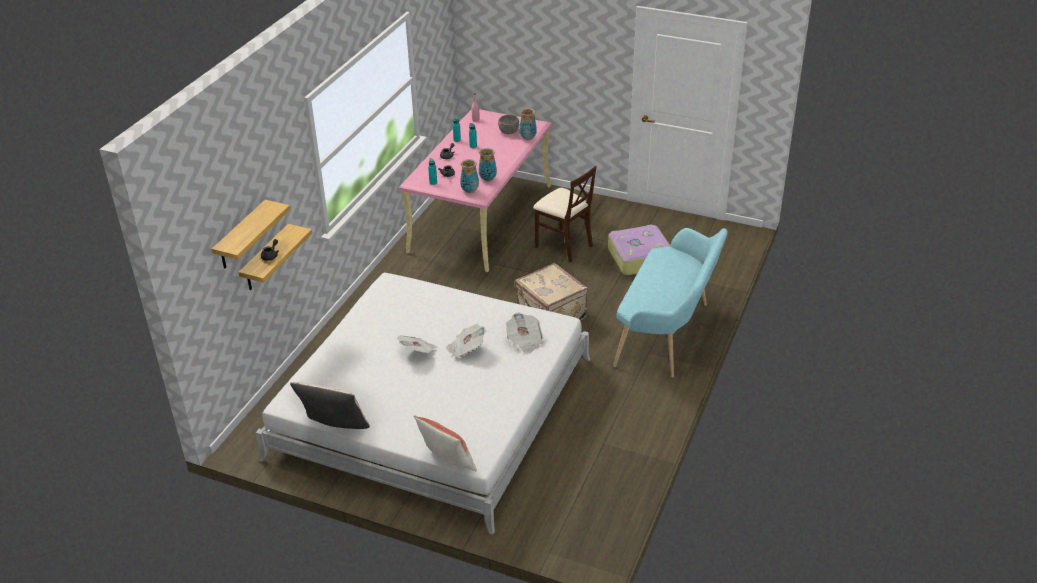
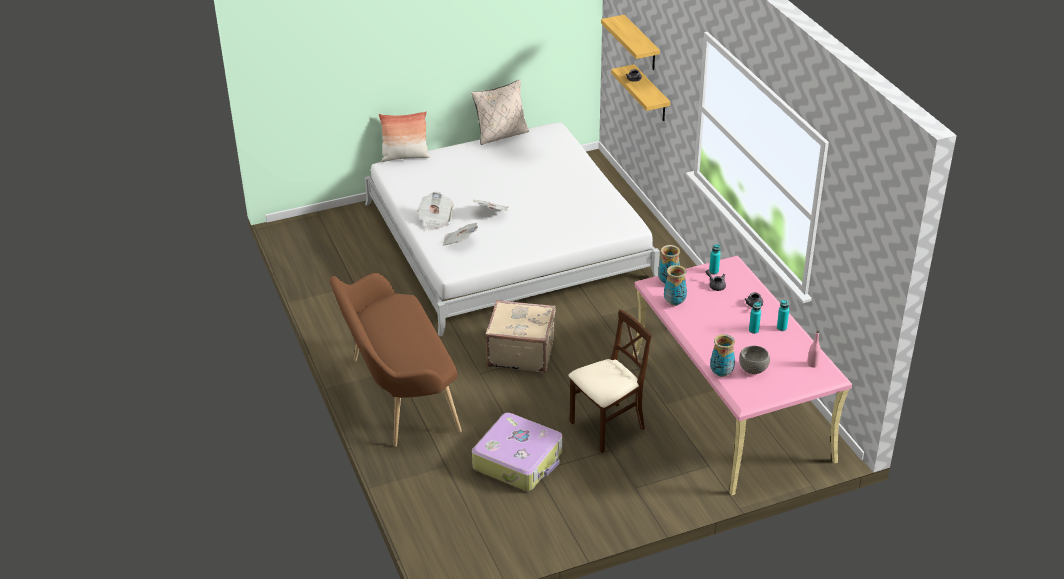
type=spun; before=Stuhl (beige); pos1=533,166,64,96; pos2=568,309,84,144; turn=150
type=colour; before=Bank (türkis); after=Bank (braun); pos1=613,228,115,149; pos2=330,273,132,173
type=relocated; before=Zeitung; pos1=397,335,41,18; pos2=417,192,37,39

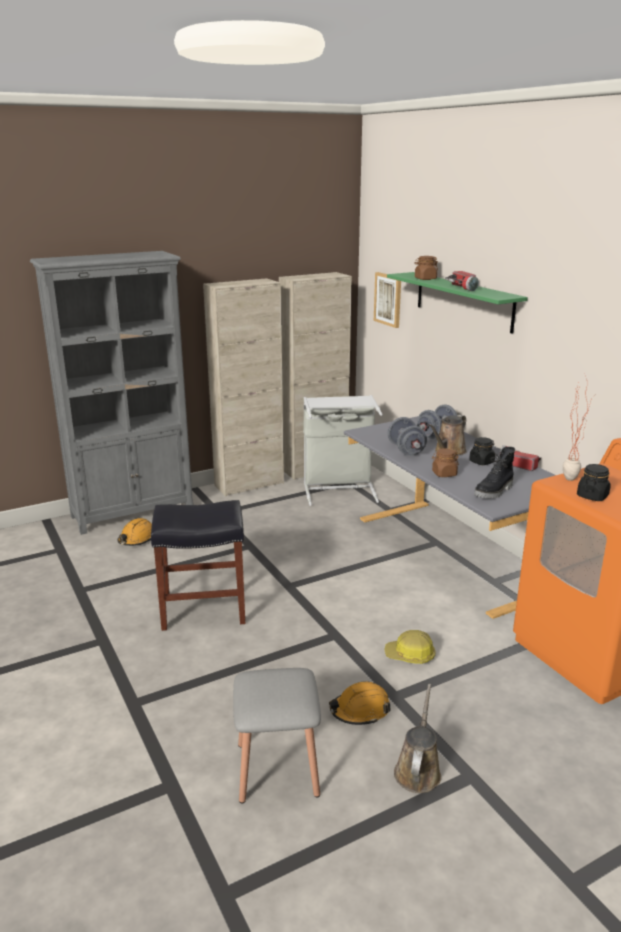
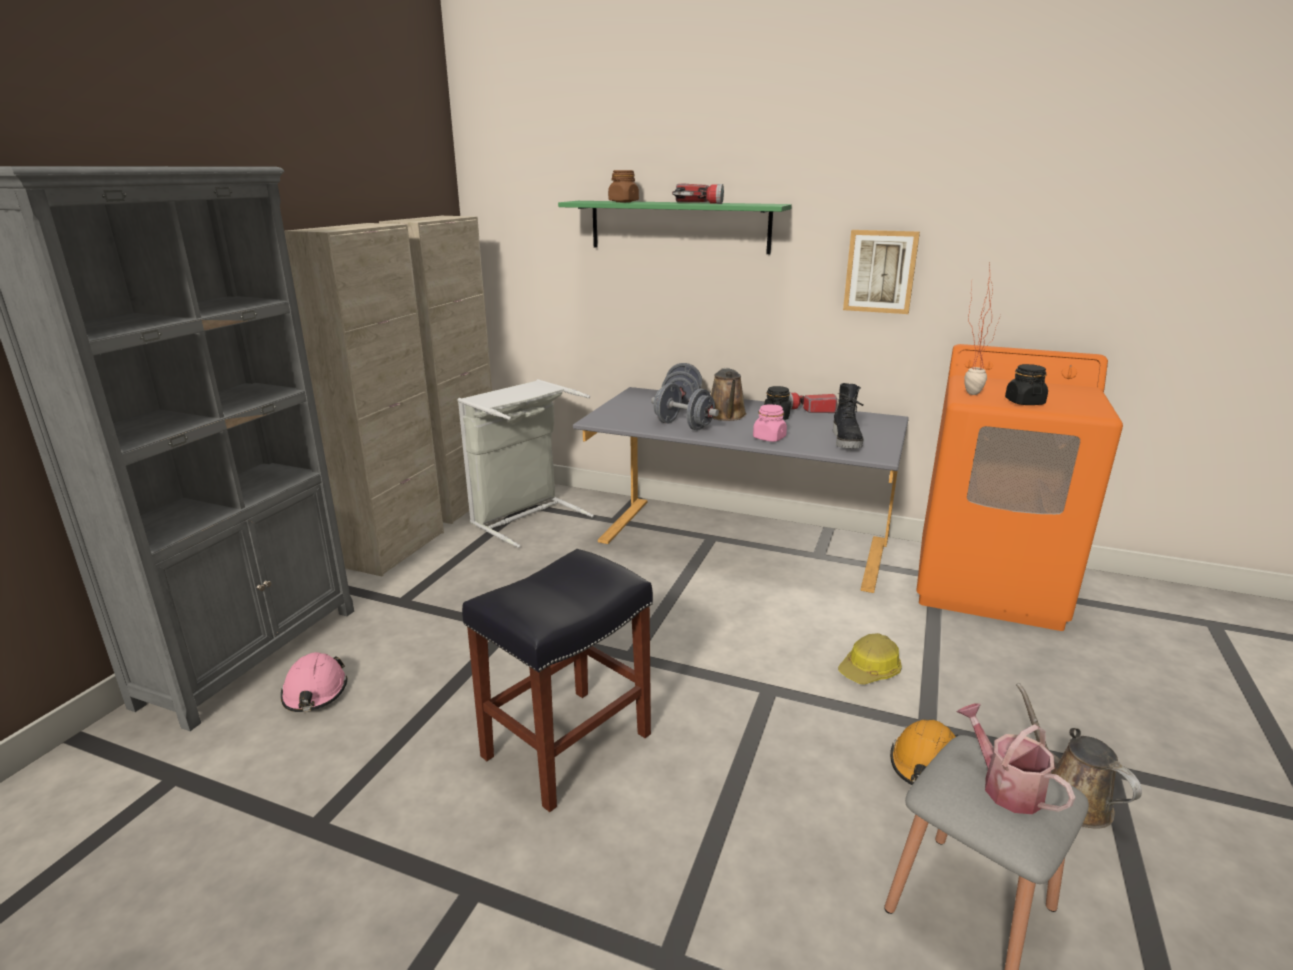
type=relocated; before=Bild; pos1=374,272,27,56; pos2=843,230,77,84
type=colour; before=Vorratsglas (braun); after=Vorratsglas (rosa); pos1=432,448,27,29; pos2=753,404,34,38
type=colour; before=Schutzhelm (orange); after=Schutzhelm (rosa); pos1=117,518,35,28; pos2=281,652,66,60
type=appeared; after=Gießkanne; pos2=957,703,118,111

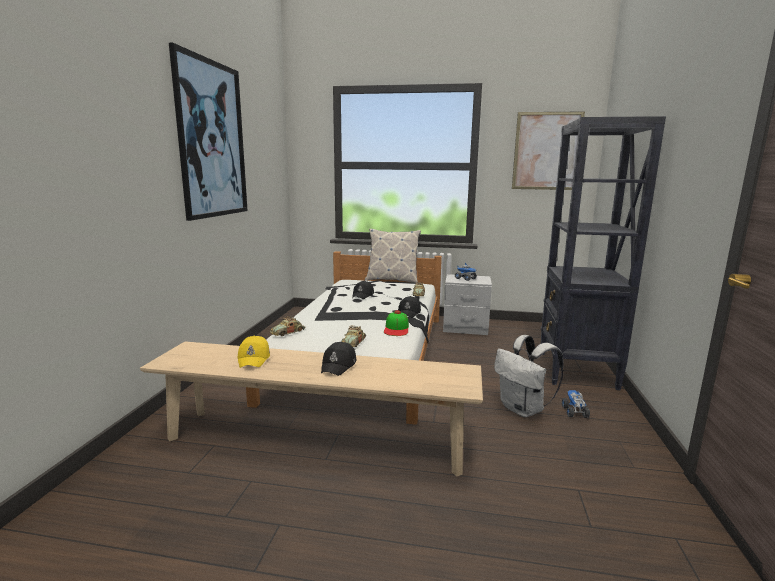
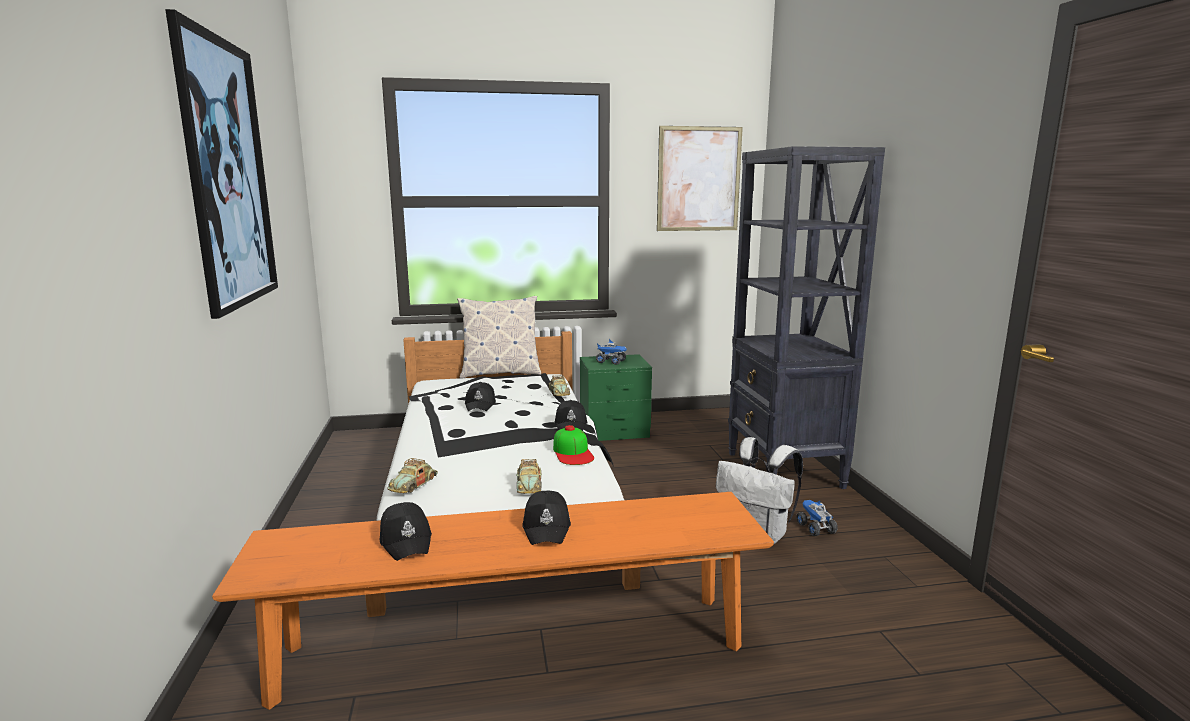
type=colour; before=Nachttisch (grau); after=Nachttisch (grün); pos1=443,274,49,61; pos2=580,354,72,87
type=colour; before=Kappe (gelb); after=Kappe (schwarz); pos1=237,335,33,33; pos2=380,502,52,59
type=colour; before=Bank (beige); after=Bank (orange); pos1=140,341,343,136; pos2=212,492,562,218

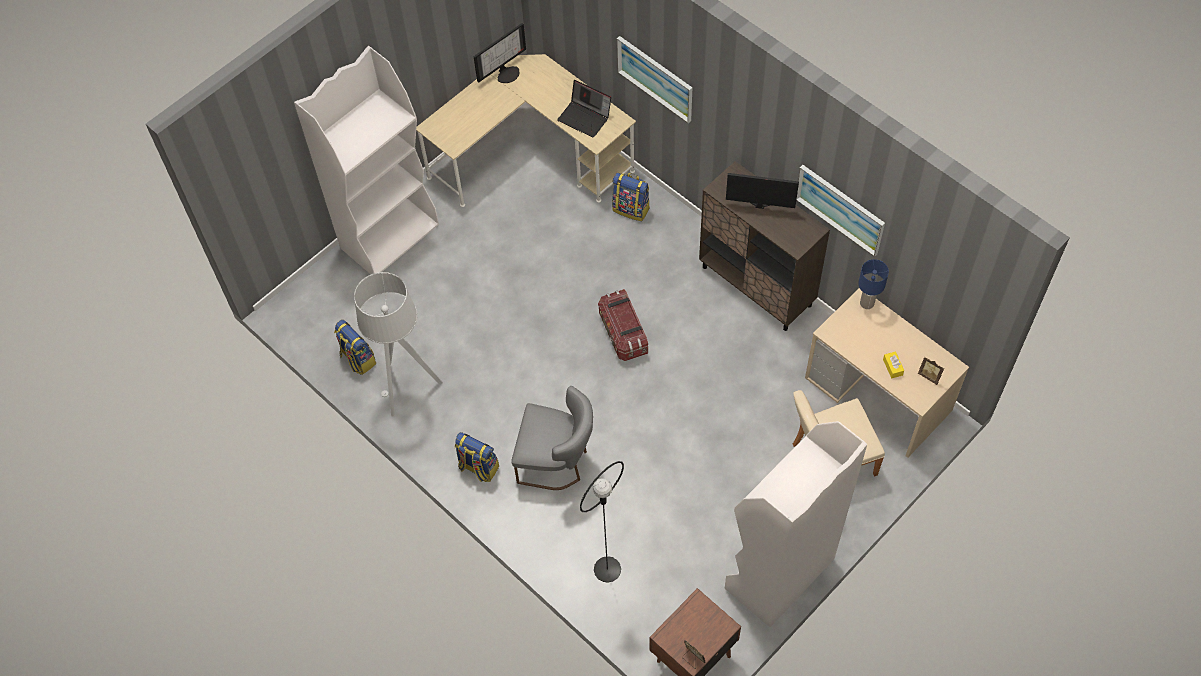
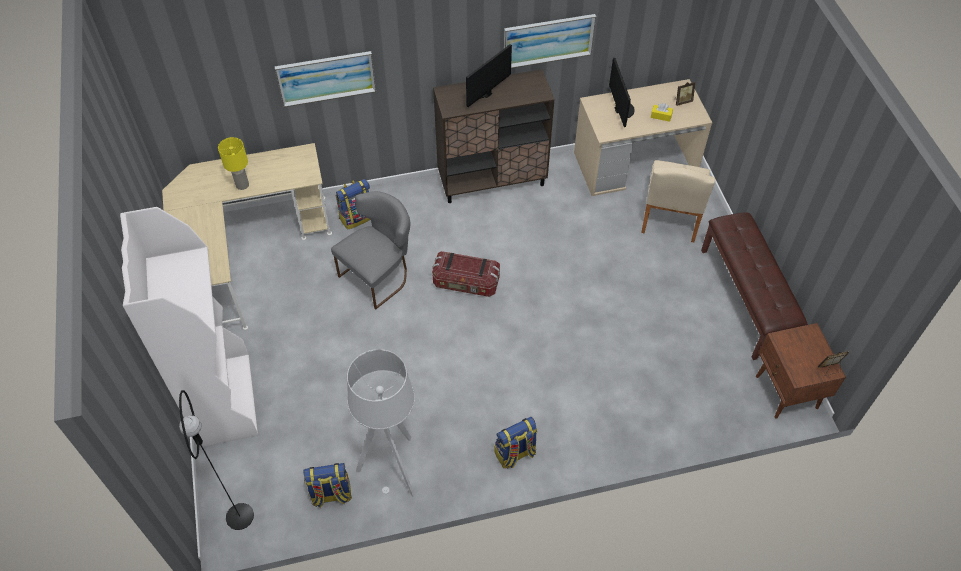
type=relocated; before=Monitor; pos1=474,23,52,60; pos2=609,58,26,69
type=missing; before=Laptop; pos1=557,80,54,57
type=missing; before=Tischlampe (blau); pos1=858,259,31,50
type=relocated; before=Stuhl (grau); pos1=511,386,82,104; pos2=331,191,80,118
type=exchanged; before=Bücherregal (weiß); after=Bank (braun); pos1=725,421,142,206; pos2=701,212,107,148
type=relocated; before=Stehlampe (schwarz); pos1=580,461,44,122; pos2=179,390,75,140
type=appeared; after=Tischlampe (gelb); pos2=218,137,31,53

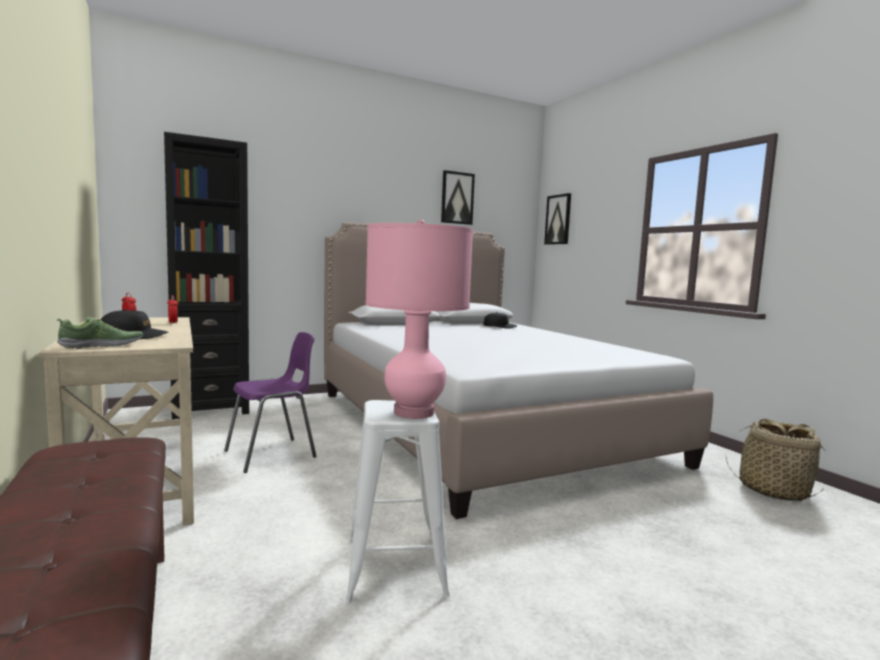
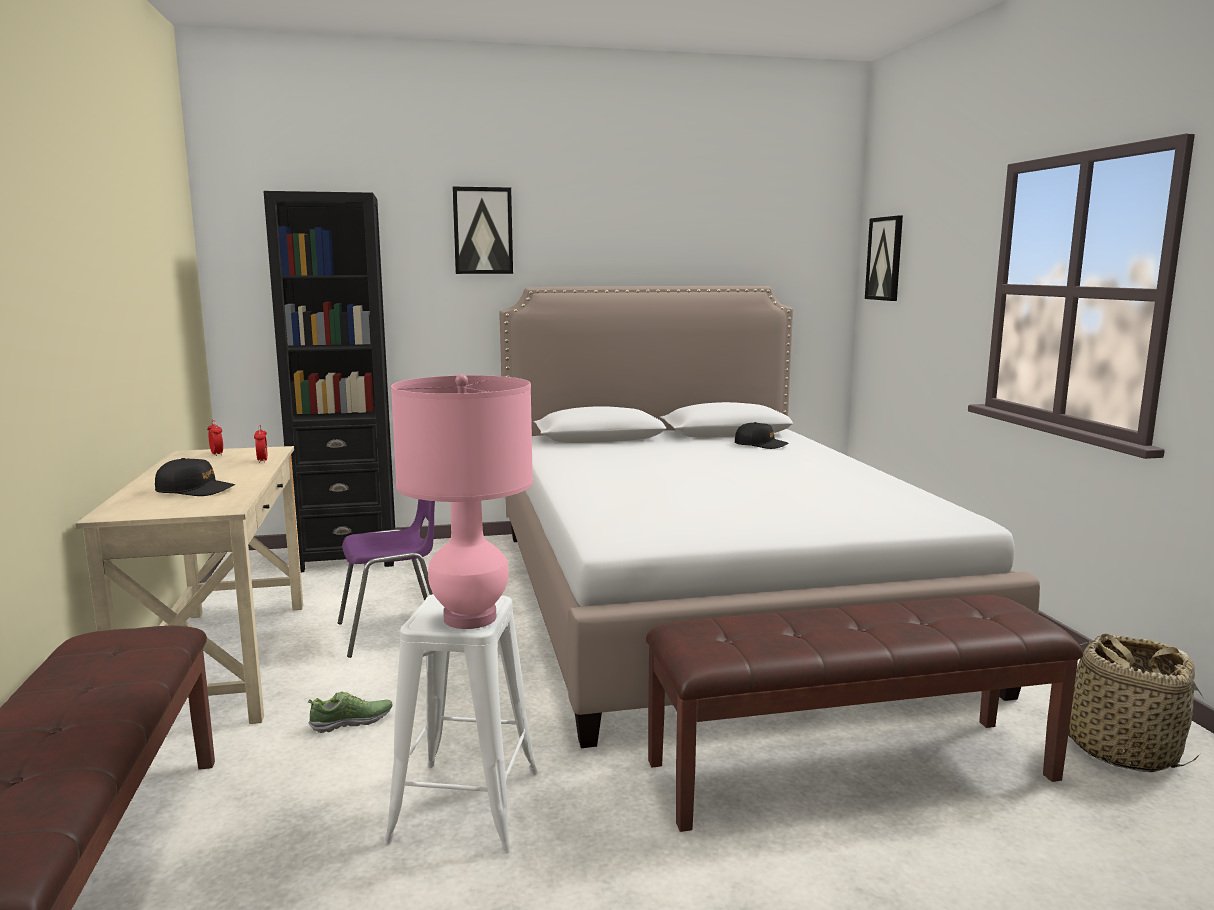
type=relocated; before=Bild; pos1=441,170,34,55; pos2=453,187,60,87
type=relocated; before=Schuh; pos1=57,317,86,32; pos2=308,692,85,41
type=appeared; after=Bank (braun); pos2=646,595,437,237

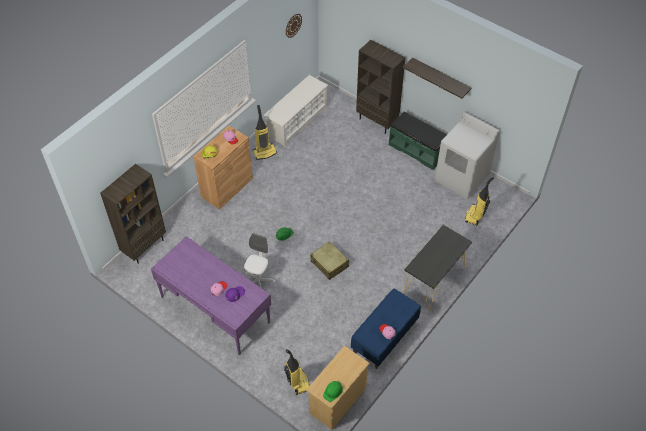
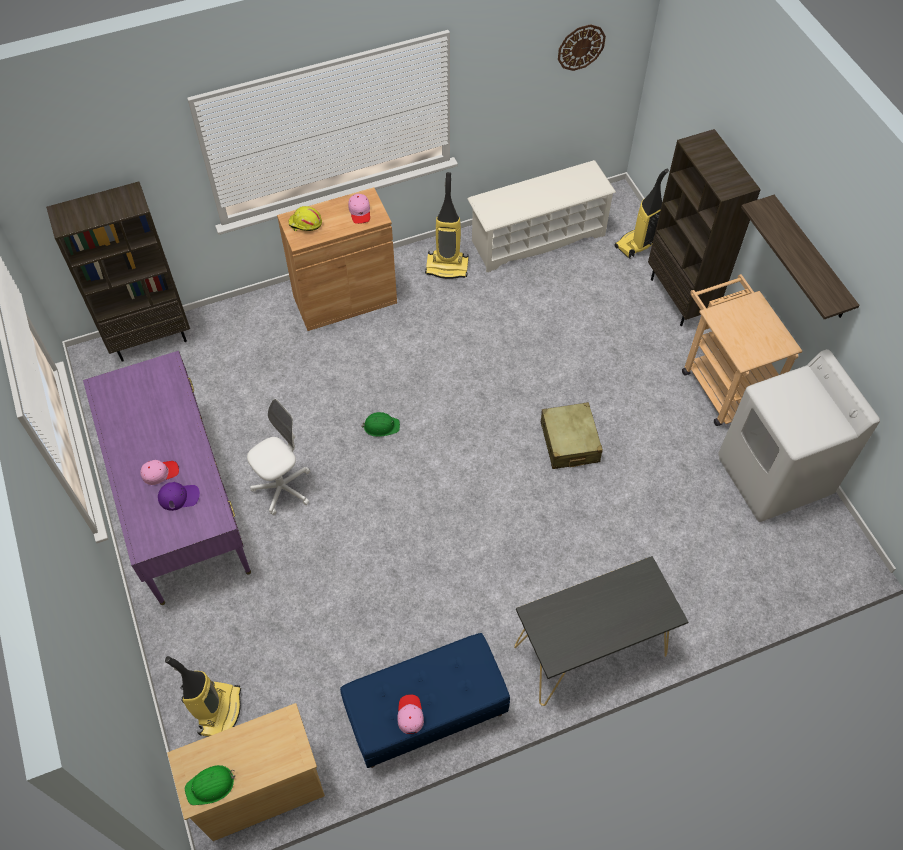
type=exchanged; before=Bank (grün); after=Rollwagen (beige); pos1=389,111,58,59; pos2=682,274,121,152
type=relocated; before=Staubsauger; pos1=465,177,29,48; pos2=615,169,54,90
type=relocated; before=Koffer (beige); pos1=310,241,39,39; pos2=541,402,62,67

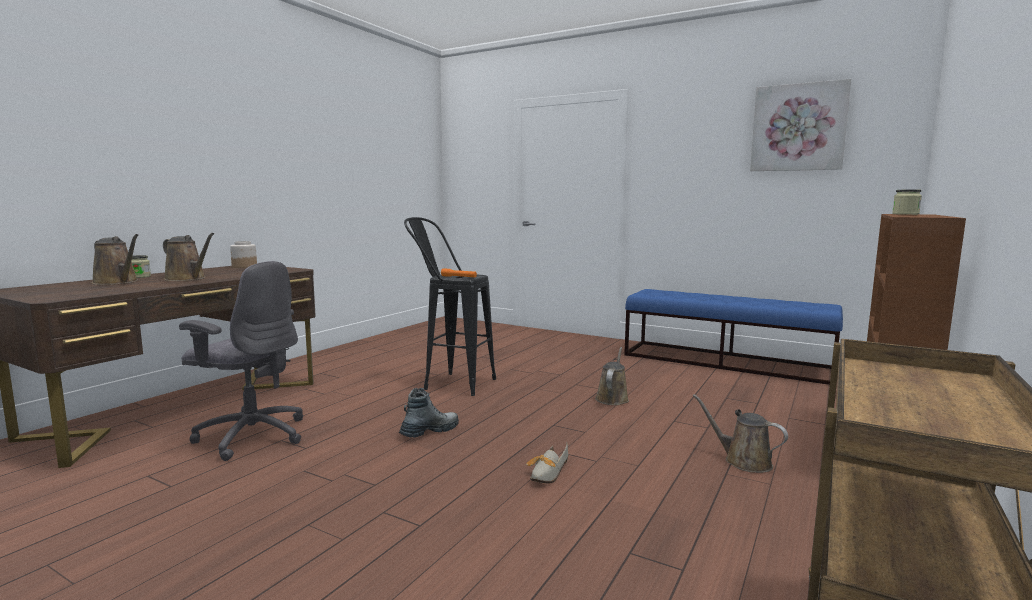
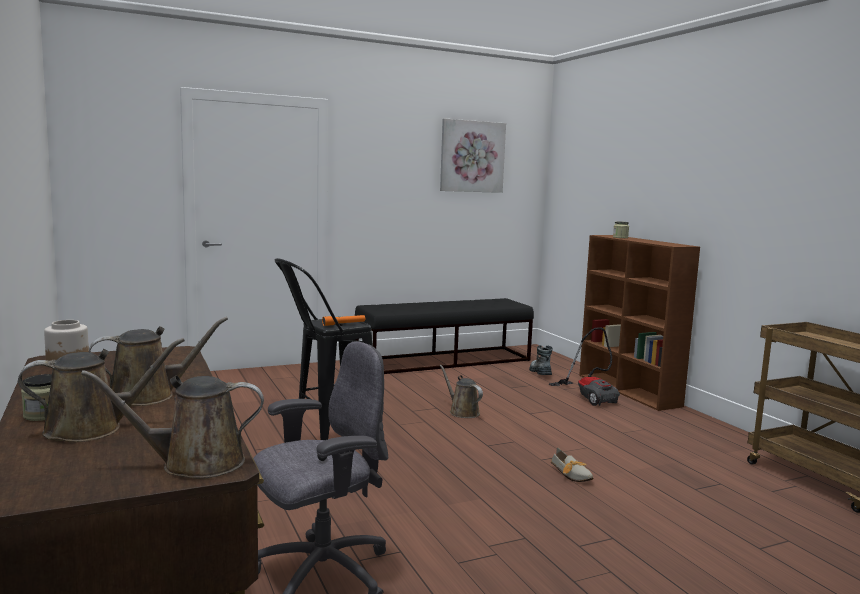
type=colour; before=Bank (blau); after=Bank (schwarz); pos1=624,289,219,96; pos2=355,298,179,76
type=relocated; before=Stiefel; pos1=399,388,60,50; pos2=529,345,24,30
type=relocated; before=Gießkanne (braun); pos1=693,394,95,79; pos2=81,370,183,109
type=appeared; after=Staubsauger; pos2=548,327,72,79

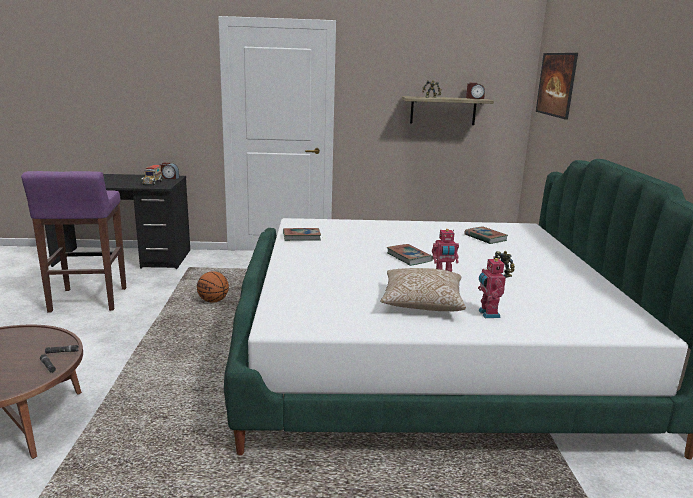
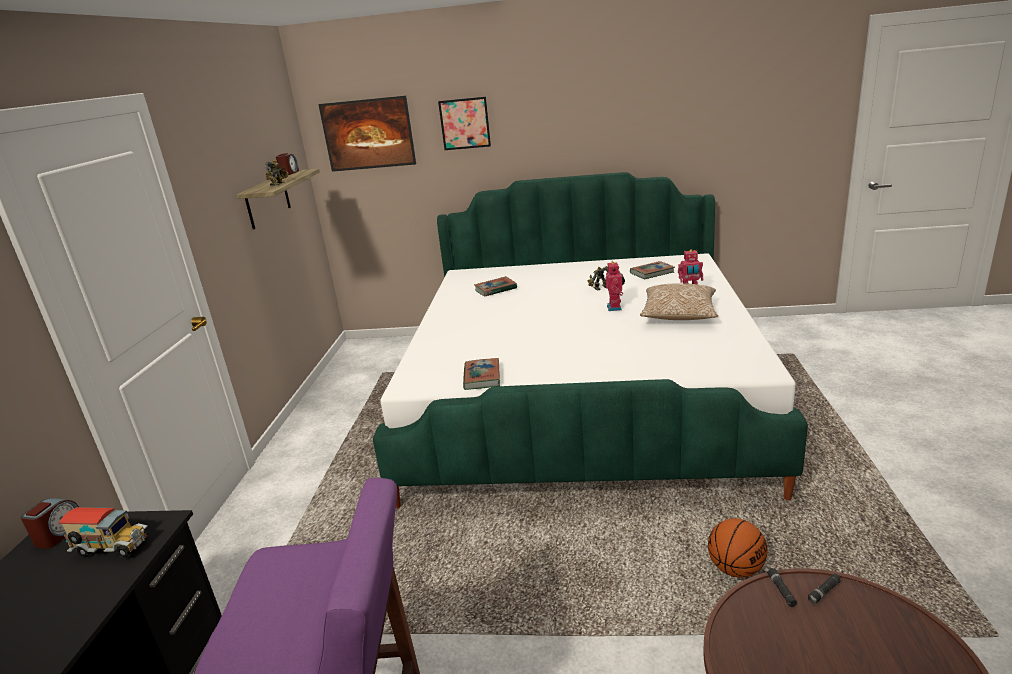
type=relocated; before=Buch; pos1=387,244,46,22; pos2=630,261,45,18
type=relocated; before=Basketball; pos1=197,271,32,32; pos2=708,518,59,60
type=appeared; after=Bild; pos2=438,97,53,53

